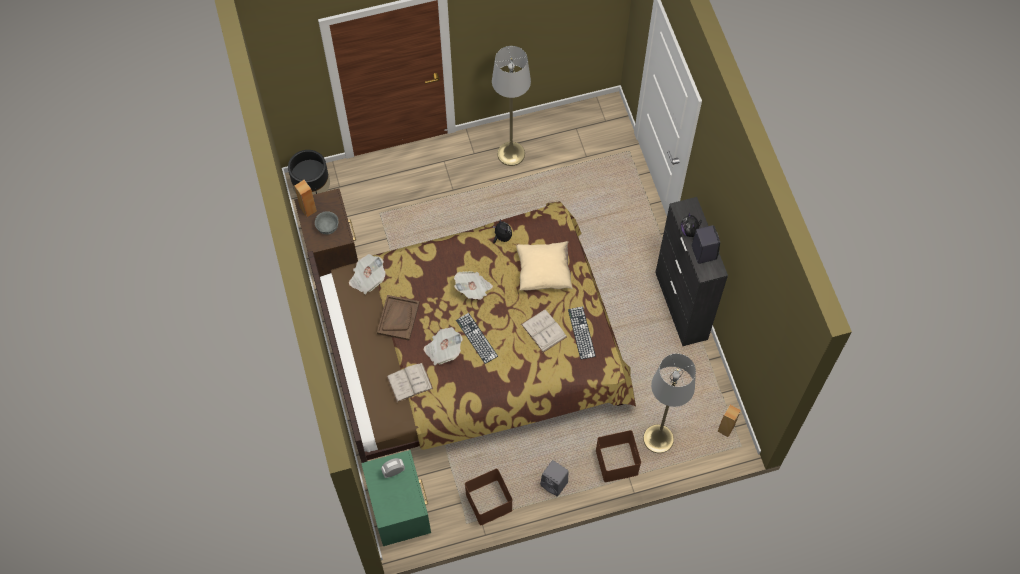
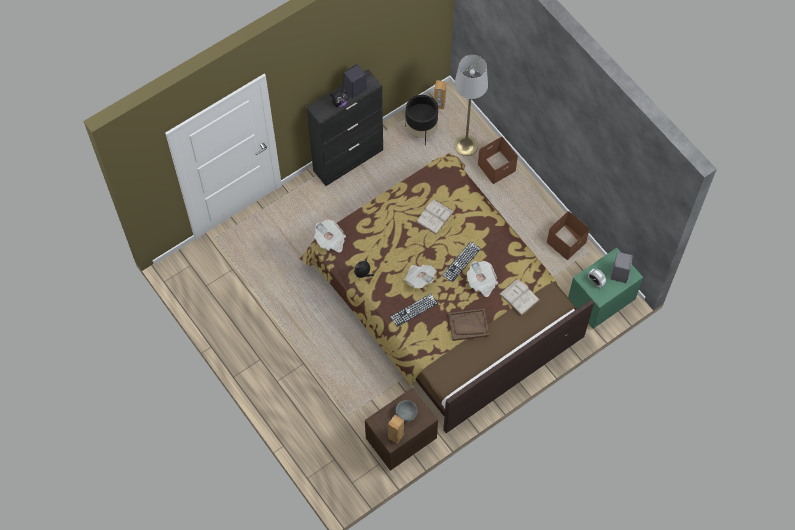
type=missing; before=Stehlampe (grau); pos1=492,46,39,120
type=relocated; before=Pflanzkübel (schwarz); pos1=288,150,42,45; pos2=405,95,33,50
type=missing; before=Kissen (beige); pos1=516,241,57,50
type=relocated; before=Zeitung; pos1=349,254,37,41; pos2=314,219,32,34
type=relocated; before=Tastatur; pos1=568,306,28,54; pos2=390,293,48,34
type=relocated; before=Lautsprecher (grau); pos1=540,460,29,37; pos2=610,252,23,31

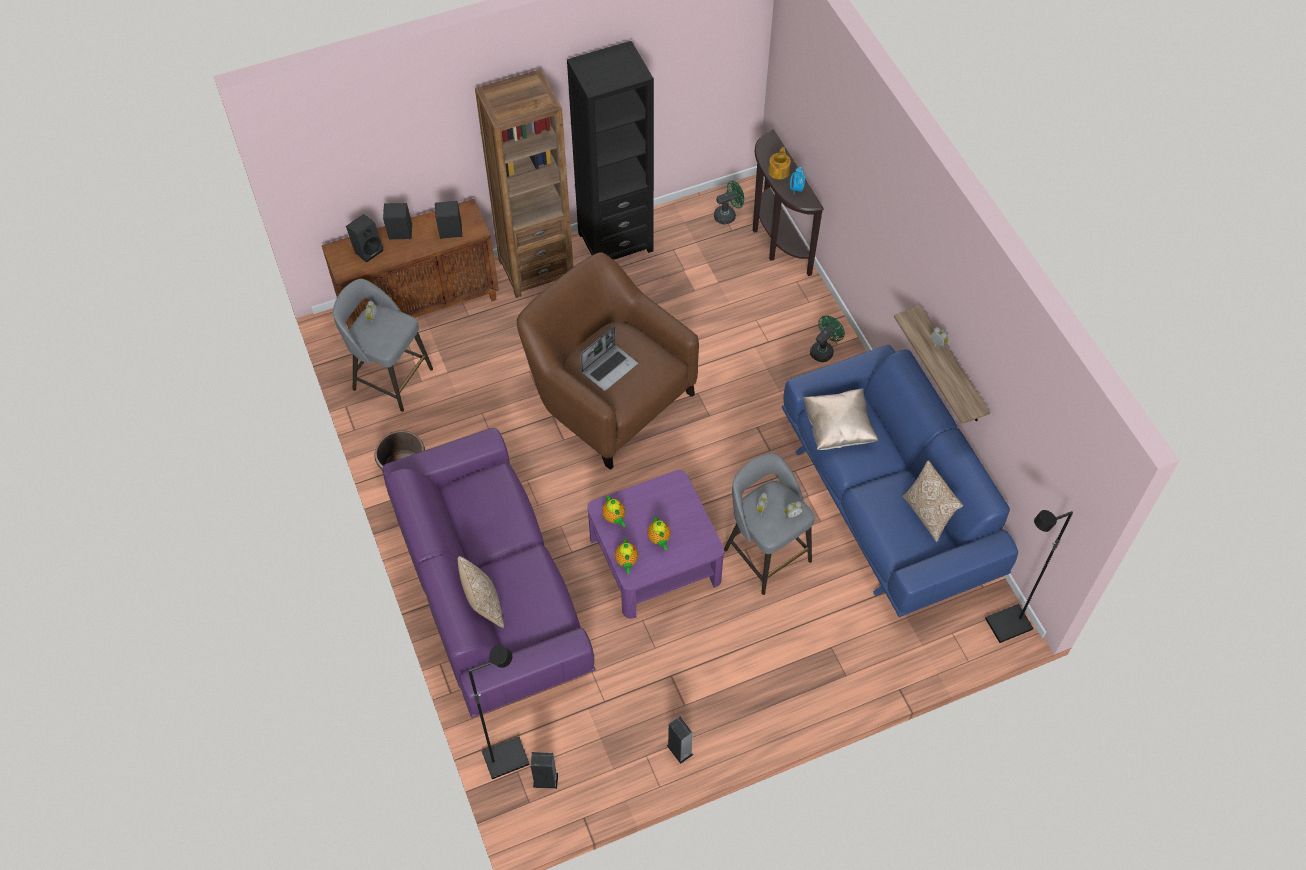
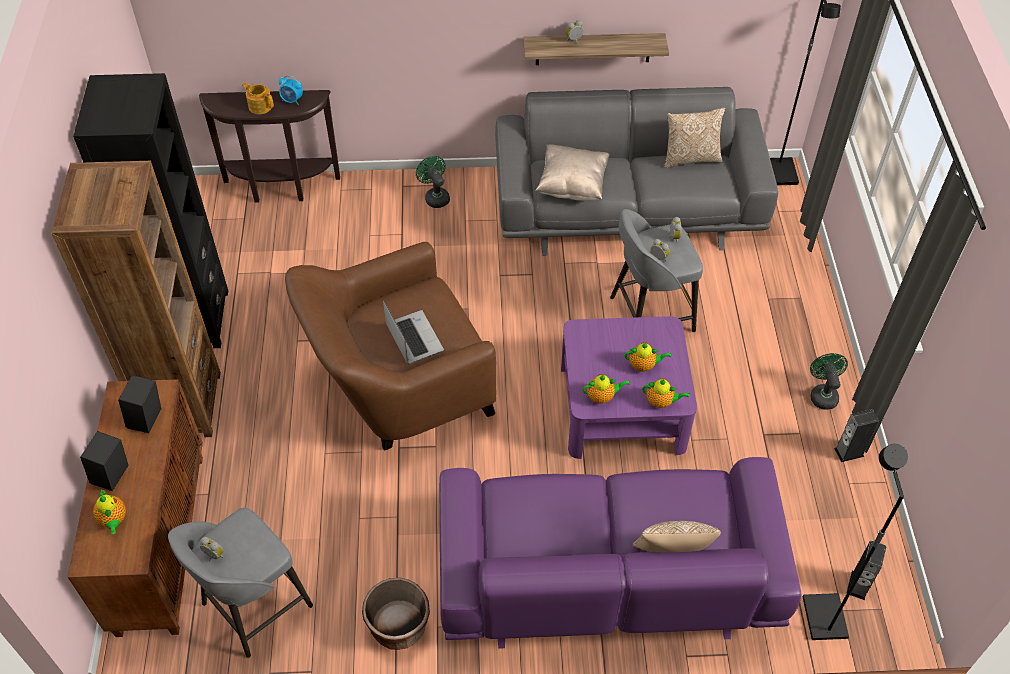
type=relocated; before=Ventilator (grün); pos1=714,180,30,45; pos2=810,353,38,57
type=exchanged; before=Lautsprecher (schwarz); after=Teekanne; pos1=346,214,37,49; pos2=93,490,33,44
type=colour; before=Sofa (blau); after=Sofa (grau); pos1=782,345,236,272; pos2=495,87,283,169

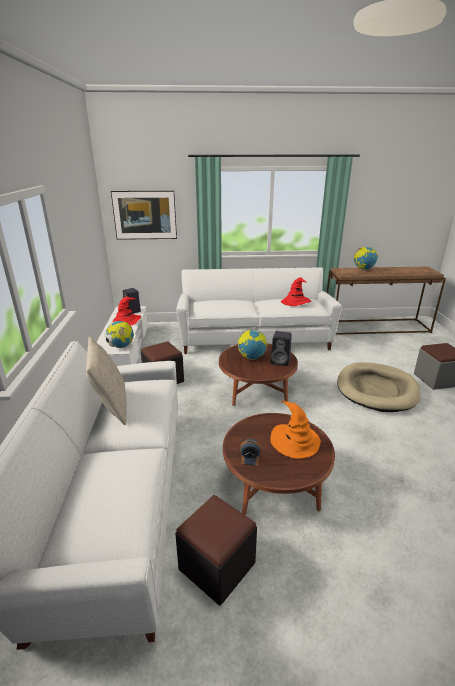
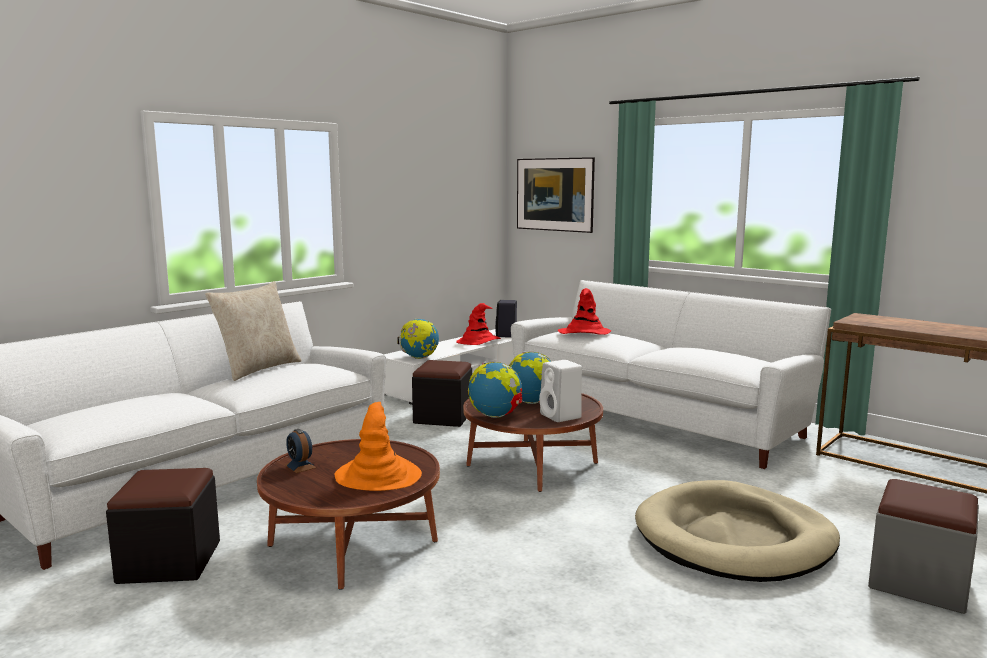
type=relocated; before=Globus; pos1=354,247,24,23; pos2=468,362,54,56
type=relocated; before=Hut (rot); pos1=281,277,30,29; pos2=558,288,53,47
type=colour; before=Lautsprecher (schwarz); after=Lautsprecher (weiß); pos1=271,331,21,35; pos2=539,360,43,62

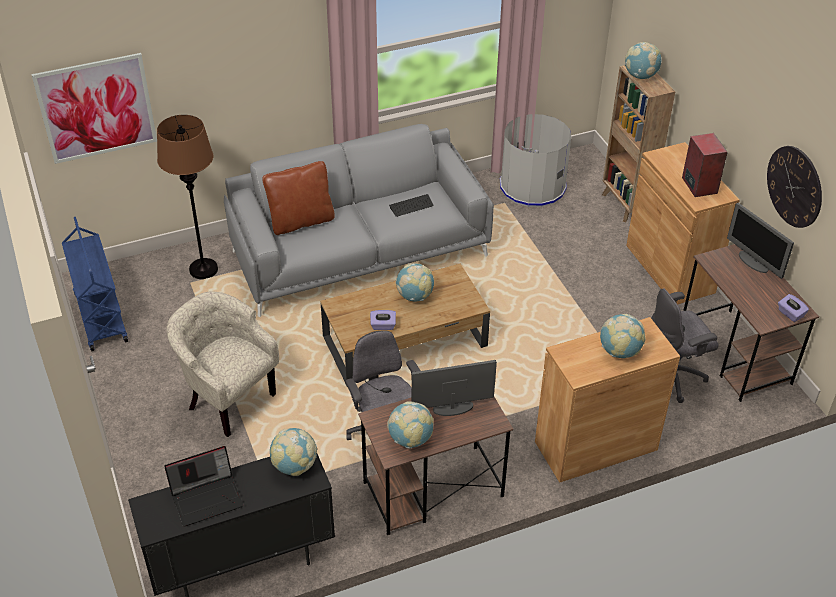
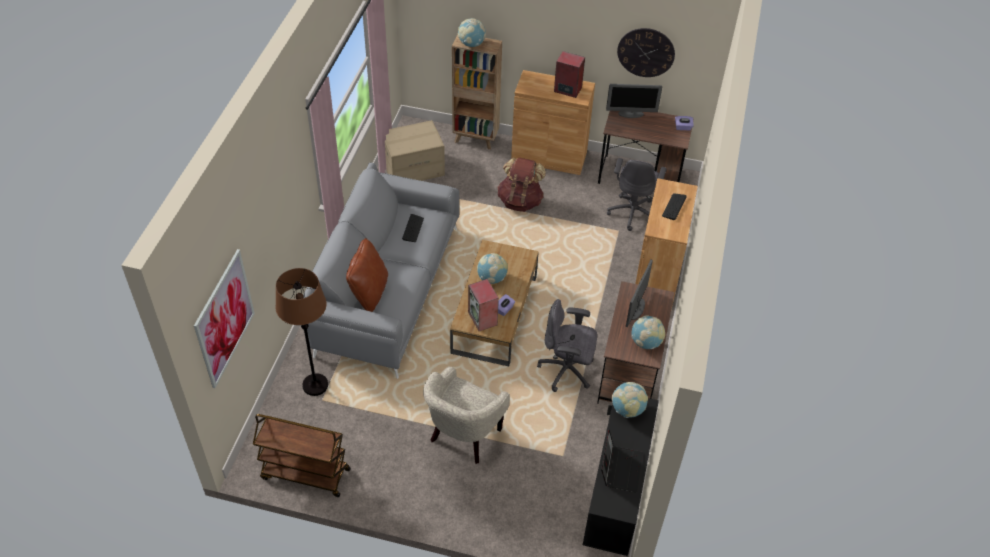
type=exchanged; before=Mülleimer (grau); after=Karton; pos1=500,114,71,93; pos2=385,120,60,61
type=colour; before=Rollwagen (blau); after=Rollwagen (braun); pos1=62,217,66,134; pos2=253,414,98,83
type=spun; before=Sessel (beige); pos1=167,292,112,145; pos2=423,366,87,98; turn=-45
type=exchanged; before=Globus; after=Tastatur; pos1=600,314,46,44; pos2=662,194,25,26
type=appeared; after=Rucksack (braun); pos2=498,158,48,54
type=appeared; after=Lautsprecher; pos2=468,279,31,52

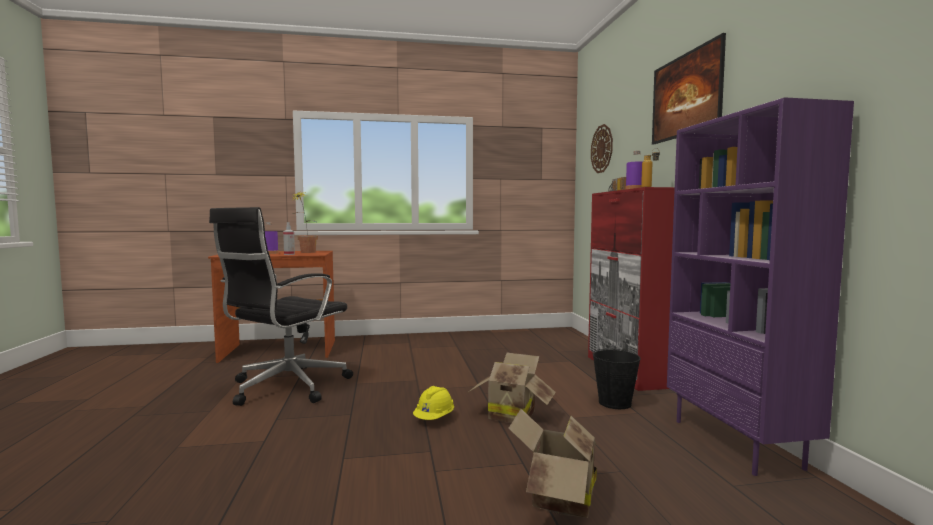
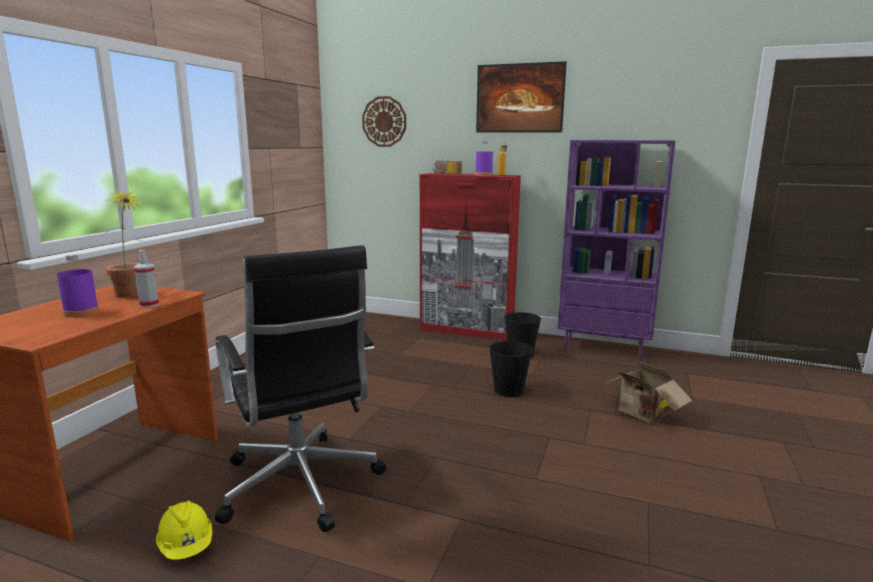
type=exchanged; before=Karton; after=Eimer (schwarz); pos1=467,353,89,70; pos2=489,340,44,57
type=relocated; before=Schutzhelm (gelb); pos1=413,386,41,34; pos2=156,500,56,60

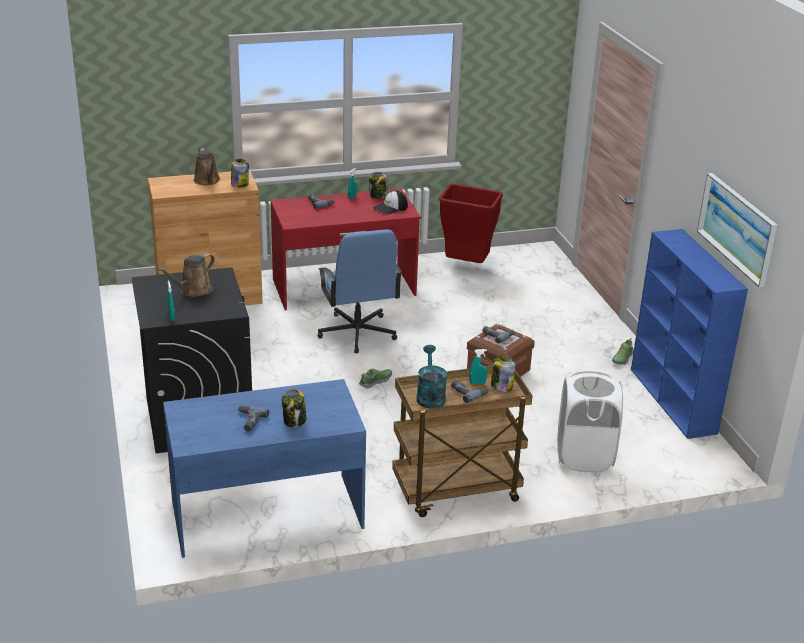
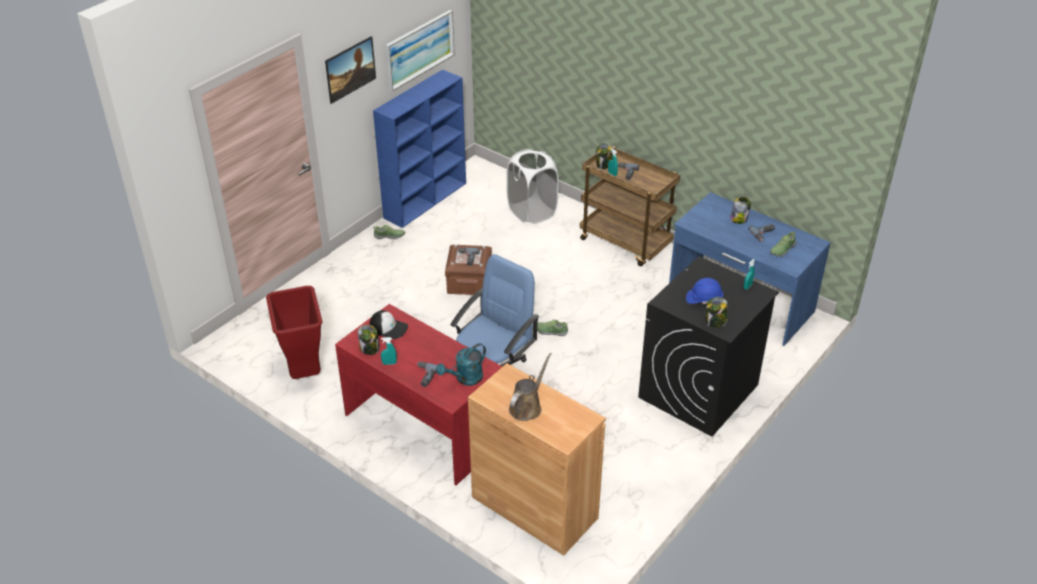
type=relocated; before=Vorratsglas; pos1=231,159,18,29; pos2=706,297,22,31
type=exchanged; before=Gießkanne (braun); after=Schutzhelm (blau); pos1=158,253,57,44; pos2=686,278,37,26
type=relocated; before=Gießkanne (türkis); pos1=416,345,31,63; pos2=436,343,50,43
type=appeared; after=Bild; pos2=325,36,51,68
type=appeared; after=Schuh; pos2=770,231,26,26

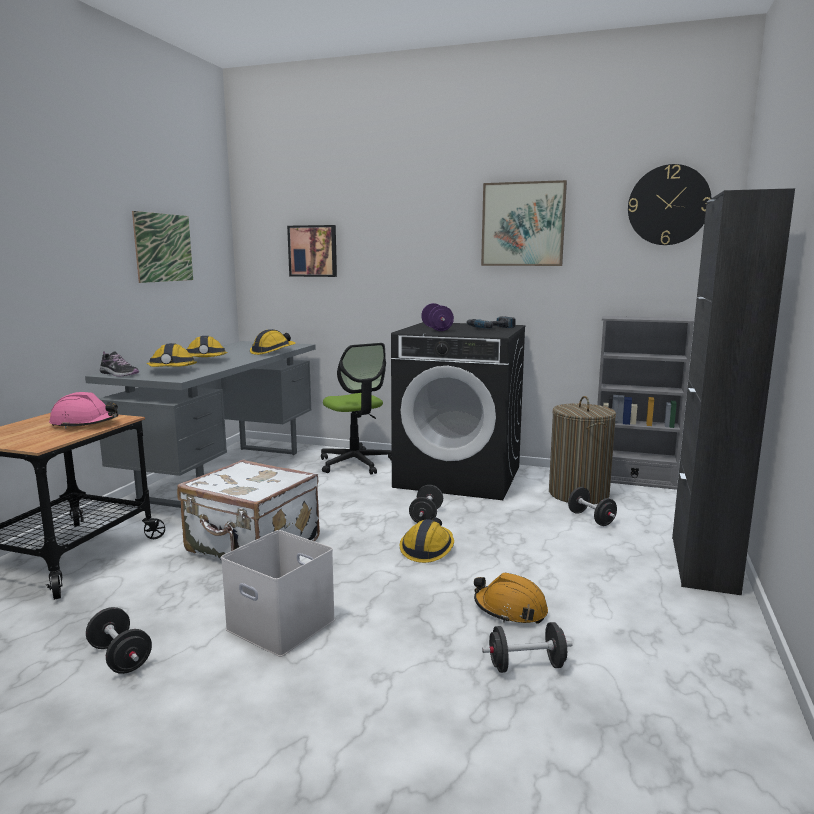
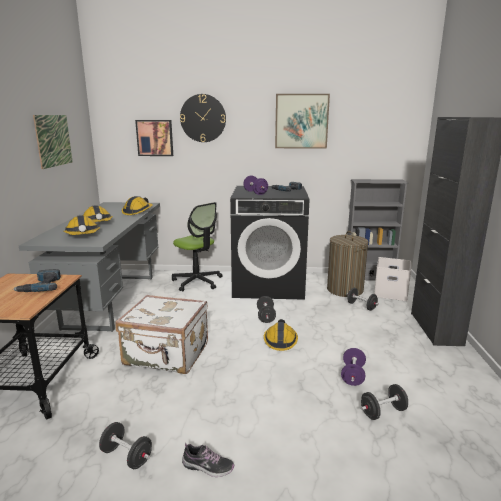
type=relocated; before=Wanduhr; pos1=628,164,83,81; pos2=180,94,46,48
type=relocated; before=Schuh; pos1=100,351,39,26; pos2=182,443,52,34
type=exchanged; before=Schutzhelm (rosa); after=Bohrmaschine; pos1=49,392,69,37; pos2=13,269,48,23
type=relocated; before=Aufbewahrungsbox (weiß); pos1=221,530,114,127; pos2=374,257,37,44
type=exchanged; before=Schutzhelm (orange); after=Hantel (lila); pos1=474,573,74,51; pos2=341,348,25,38

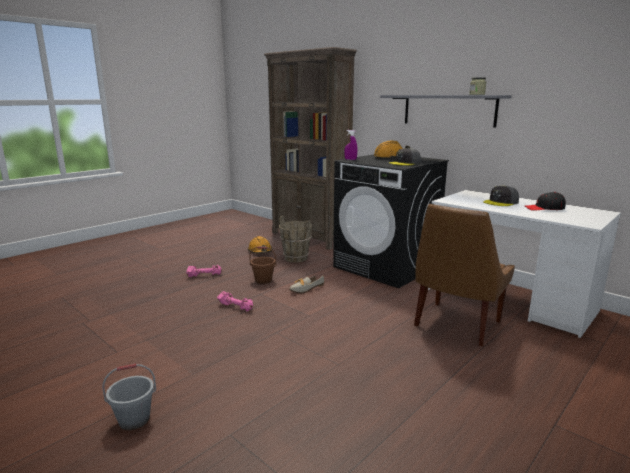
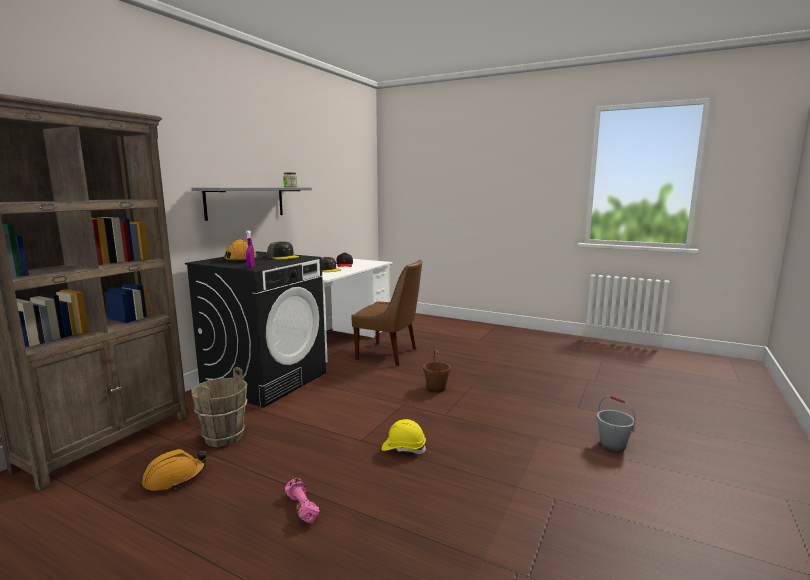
type=relocated; before=Eimer (braun); pos1=249,246,27,38; pos2=423,349,28,43
type=missing; before=Schuh; pos1=289,276,35,17
type=exchanged; before=Hantel (rosa); after=Schutzhelm (gelb); pos1=217,291,36,20; pos2=382,419,44,35

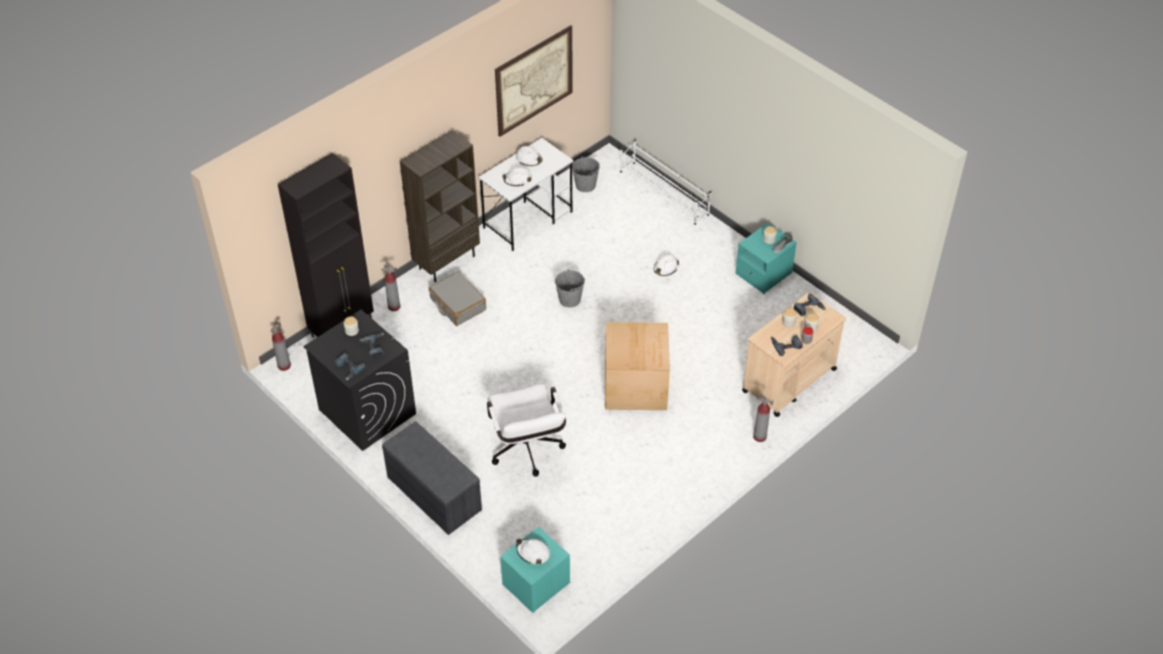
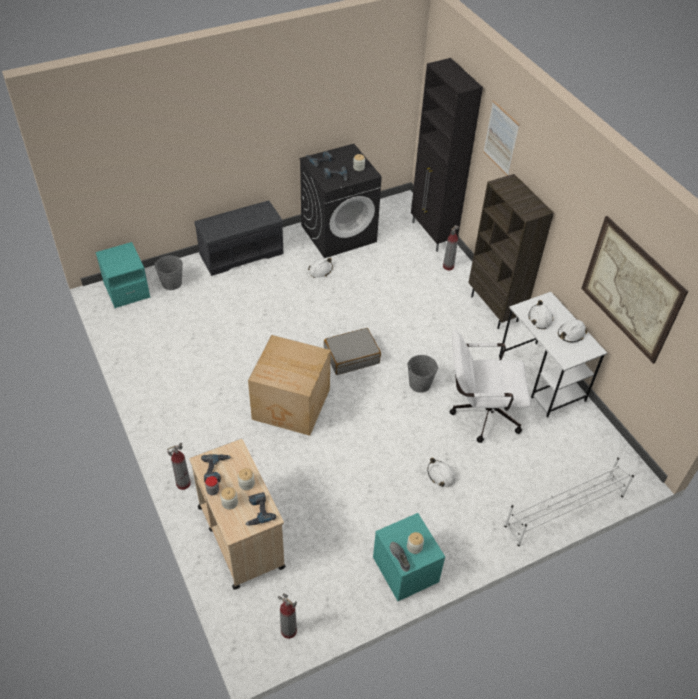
type=relocated; before=Eimer (grau); pos1=572,156,28,36; pos2=154,256,29,34
type=relocated; before=Koffer (grau); pos1=429,272,57,54; pos2=324,328,57,47
type=relocated; before=Feuerlöscher; pos1=271,321,20,50; pos2=278,593,19,46
type=relocated; before=Bürostuhl (weiß); pos1=487,384,79,93; pos2=450,330,81,113
type=relocated; before=Schutzhelm (weiß); pos1=516,539,34,25; pos2=308,258,25,20
type=appeared; after=Bild; pos2=483,100,37,76

